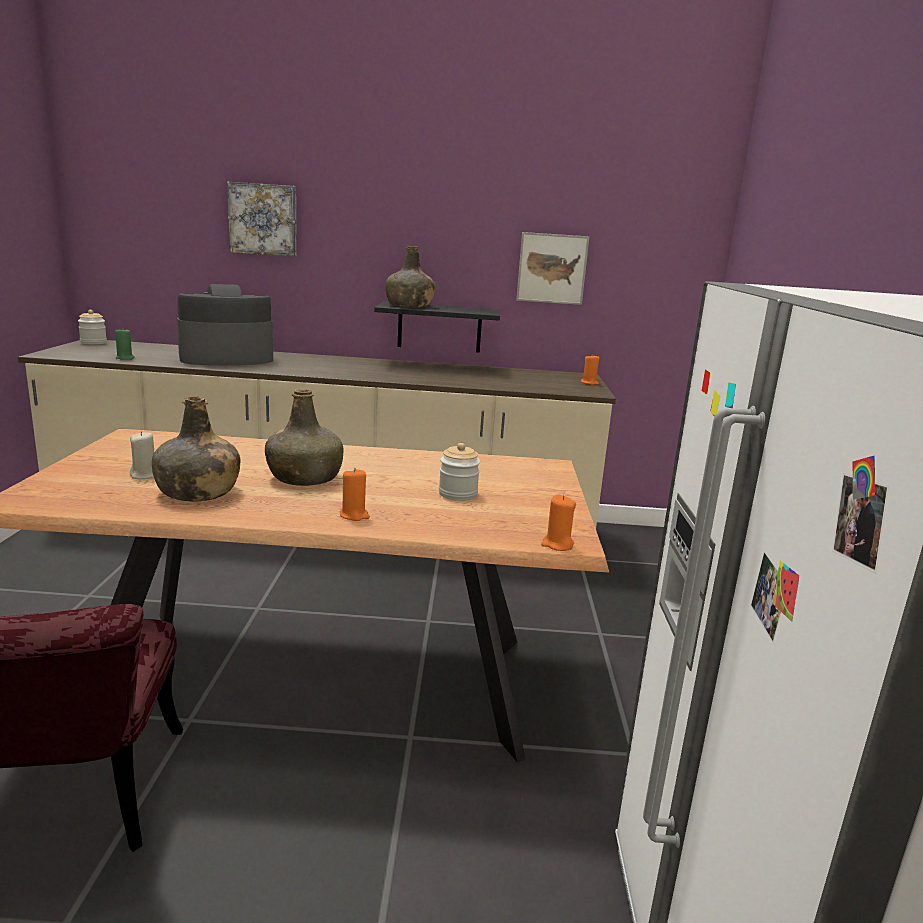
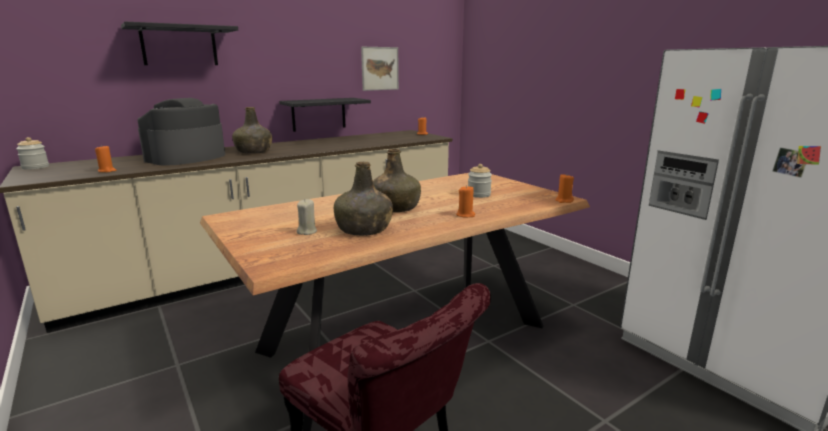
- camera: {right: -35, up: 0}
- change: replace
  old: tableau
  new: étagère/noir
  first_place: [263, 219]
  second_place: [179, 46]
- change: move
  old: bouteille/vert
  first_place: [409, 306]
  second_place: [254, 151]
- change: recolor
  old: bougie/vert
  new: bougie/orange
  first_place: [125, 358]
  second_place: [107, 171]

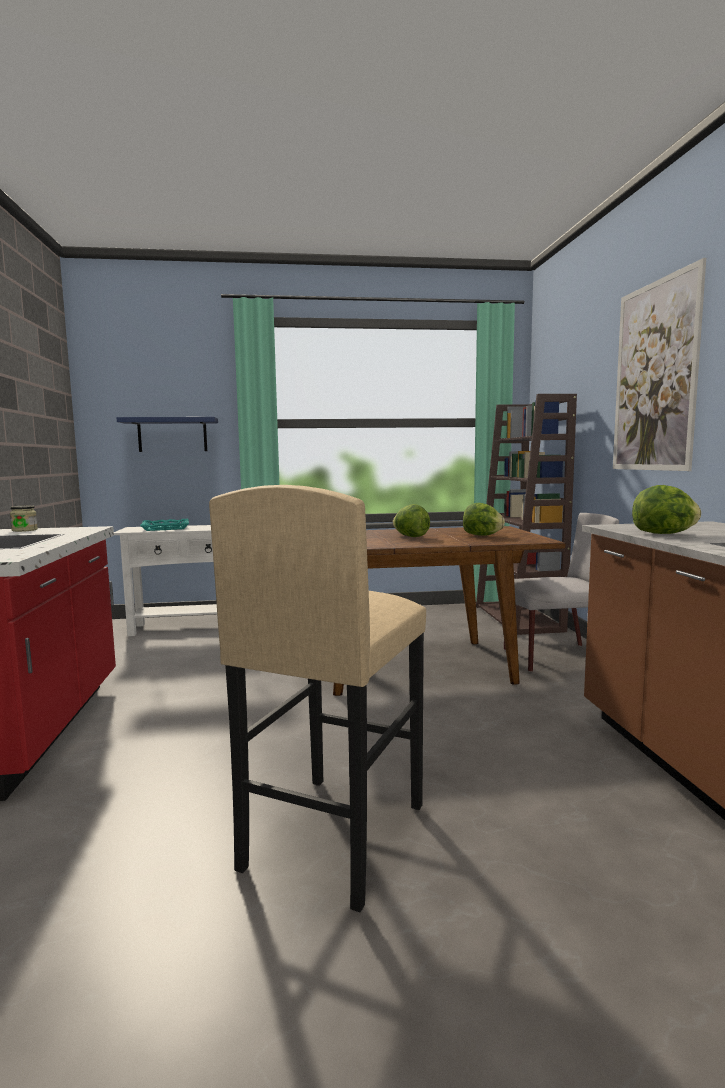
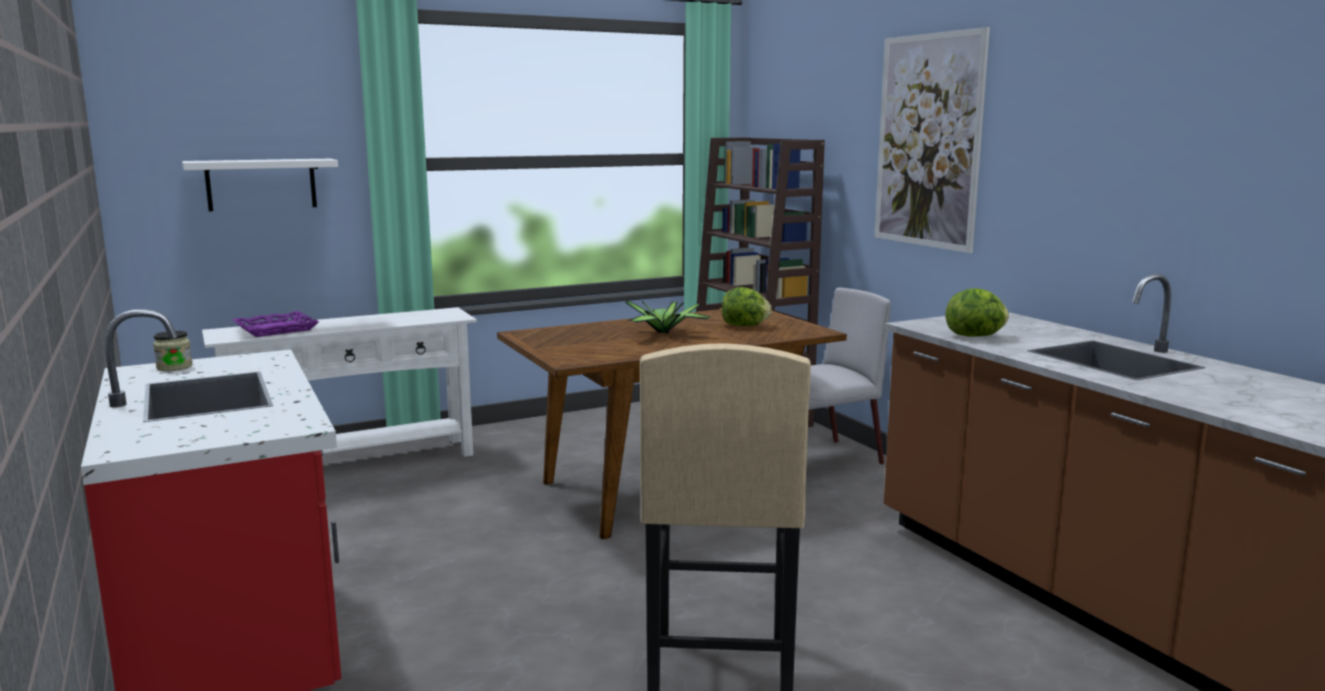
- camera: {right: -20, up: 5}
- change: recolor
  old: étagère/bleu
  new: étagère/blanc
  first_place: [172, 435]
  second_place: [261, 184]
- change: replace
  old: laitue
  new: plante en pot
  first_place: [411, 536]
  second_place: [665, 333]
- change: recolor
  old: plateau/turquoise
  new: plateau/violet
  first_place: [165, 528]
  second_place: [276, 329]

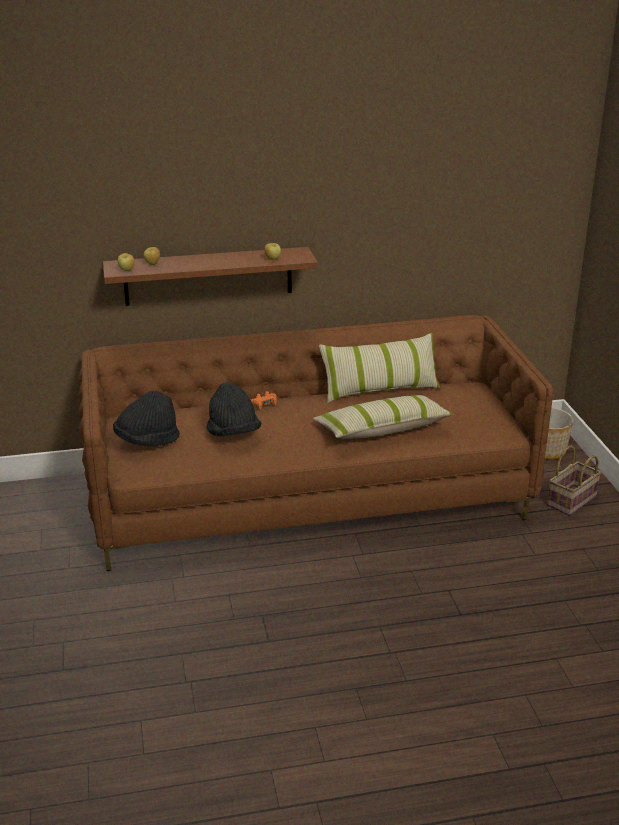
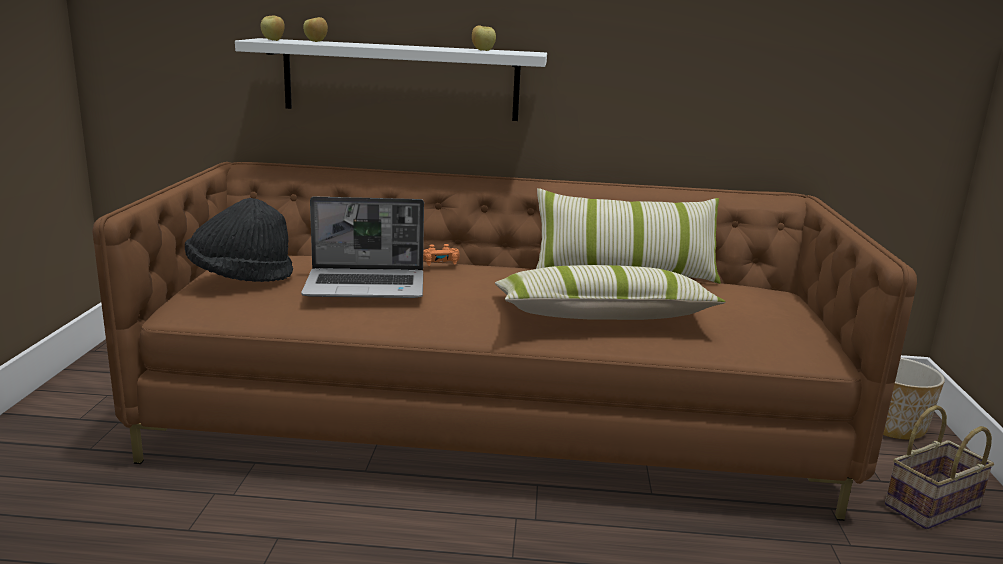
- camera: {right: 15, up: -10}
- change: recolor
  old: étagère/marron
  new: étagère/blanc
  first_place: [208, 276]
  second_place: [401, 80]
- change: replace
  old: chapeau/noir
  new: ordinateur portable
  first_place: [233, 433]
  second_place: [367, 286]

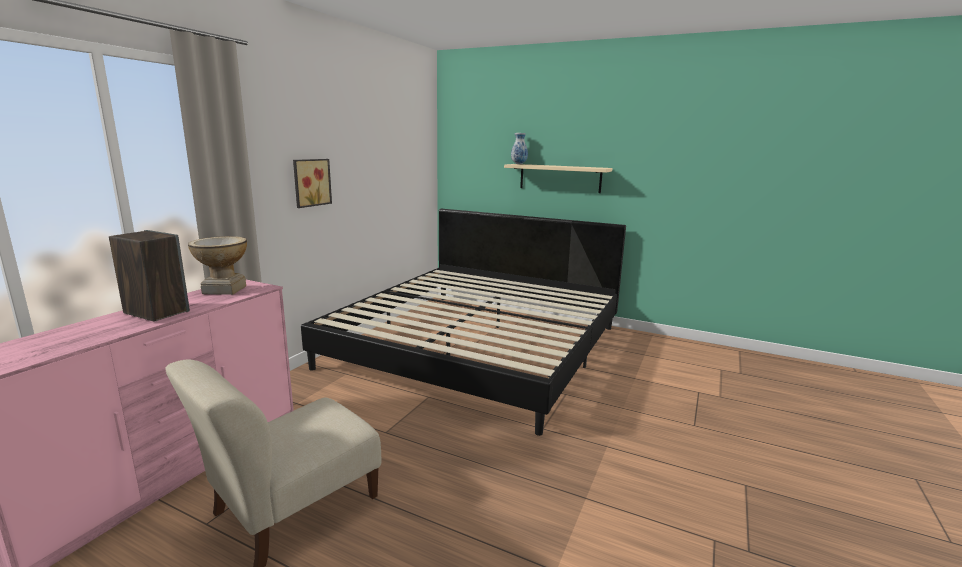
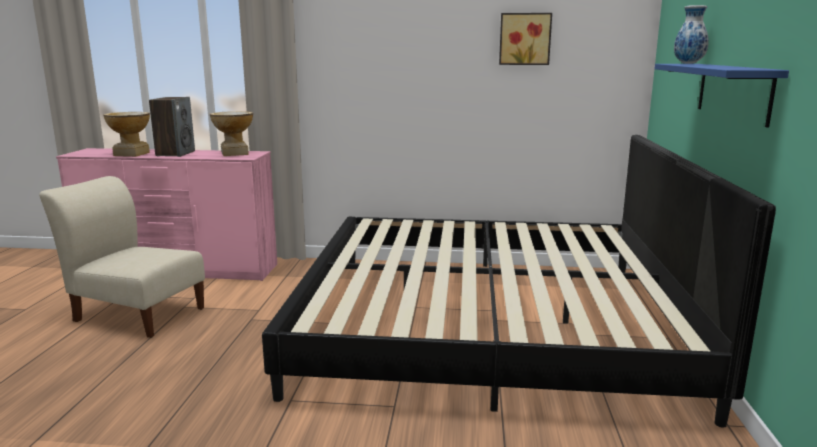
- camera: {right: 70, up: 0}
- change: move
  old: tableau
  first_place: [310, 182]
  second_place: [524, 39]
- change: recolor
  old: étagère/beige
  new: étagère/bleu
  first_place: [560, 178]
  second_place: [733, 91]
- change: insert
  new: vase
  second_place: [131, 154]

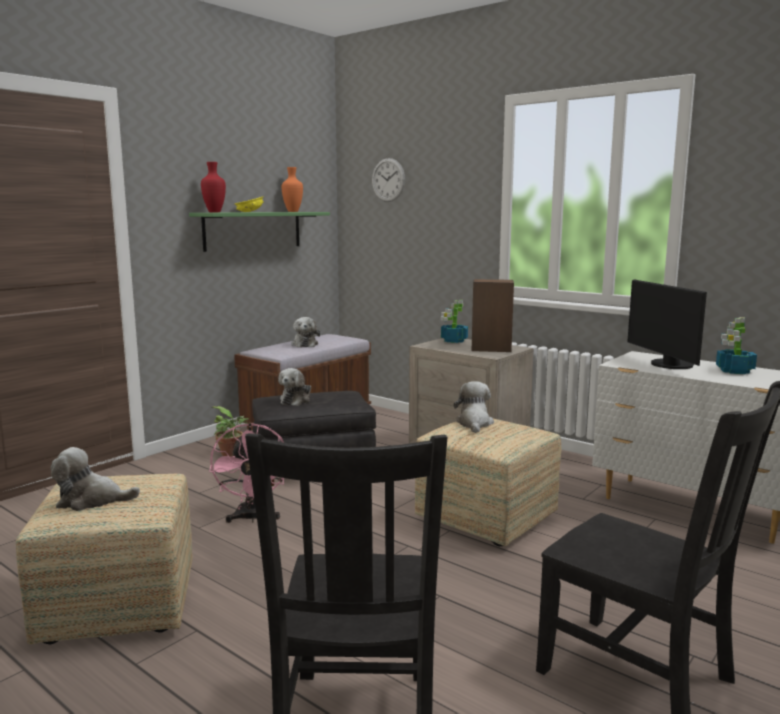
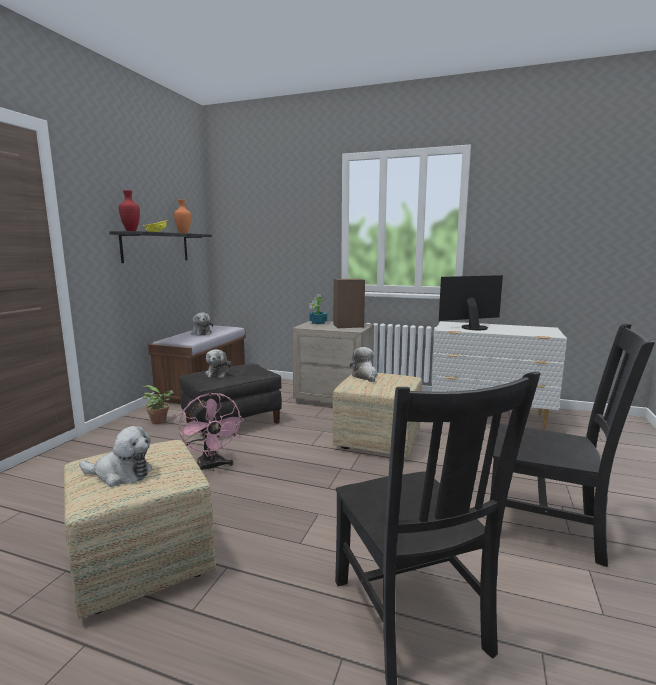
- camera: {right: -20, up: 0}
- change: delete
  old: horloge murale
  first_place: [388, 180]
- change: recolor
  old: étagère/vert
  new: étagère/noir
  first_place: [253, 230]
  second_place: [156, 247]
- change: rotate
  old: écran d'ordinateur
  first_place: [667, 365]
  second_place: [472, 327]
  degrees: 105
- change: delete
  old: plante en pot
  first_place: [734, 371]
- change: rotate
  old: peluche
  first_place: [91, 500]
  second_place: [120, 474]
  degrees: -150

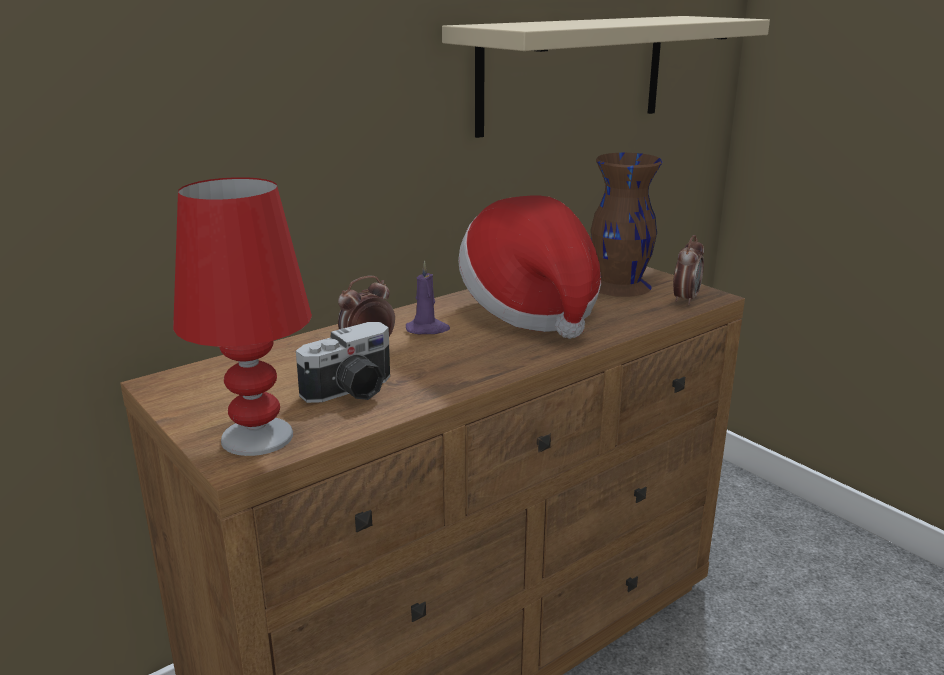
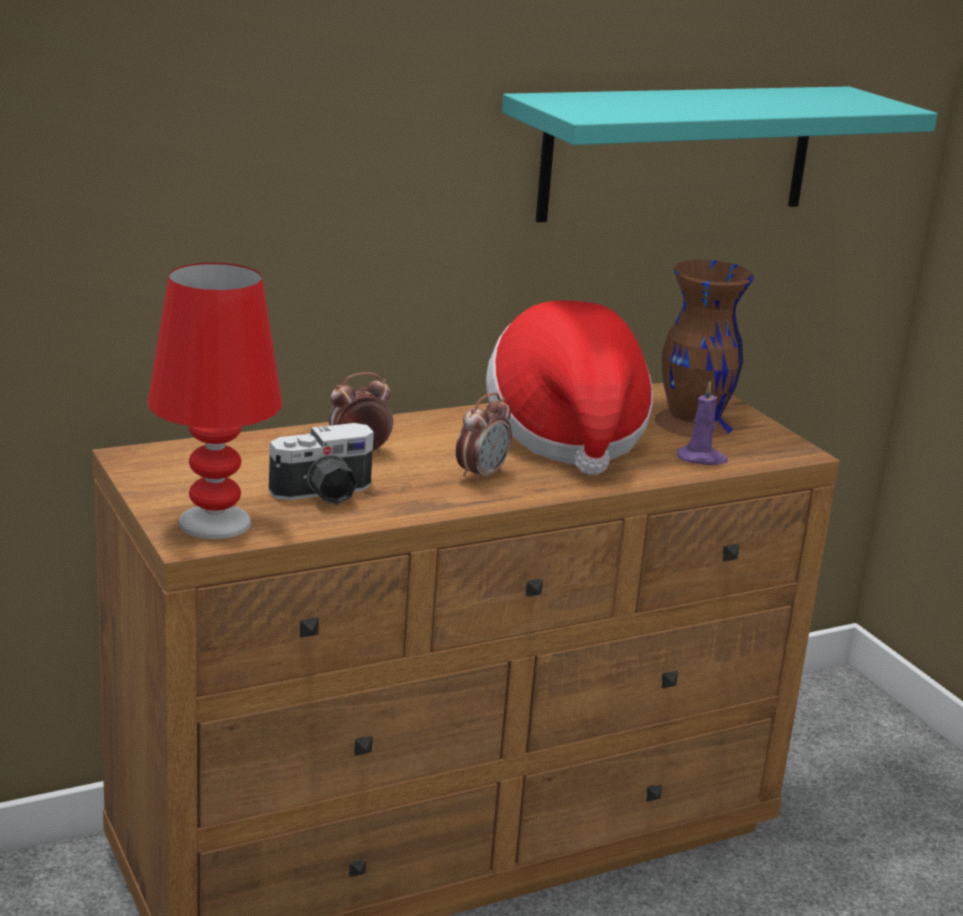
- camera: {right: 10, up: 0}
- change: recolor
  old: étagère/beige
  new: étagère/turquoise
  first_place: [573, 73]
  second_place: [678, 152]
- change: move
  old: réveil
  first_place: [685, 299]
  second_place: [481, 475]
- change: move
  old: bougie/violet
  first_place: [428, 329]
  second_place: [701, 458]

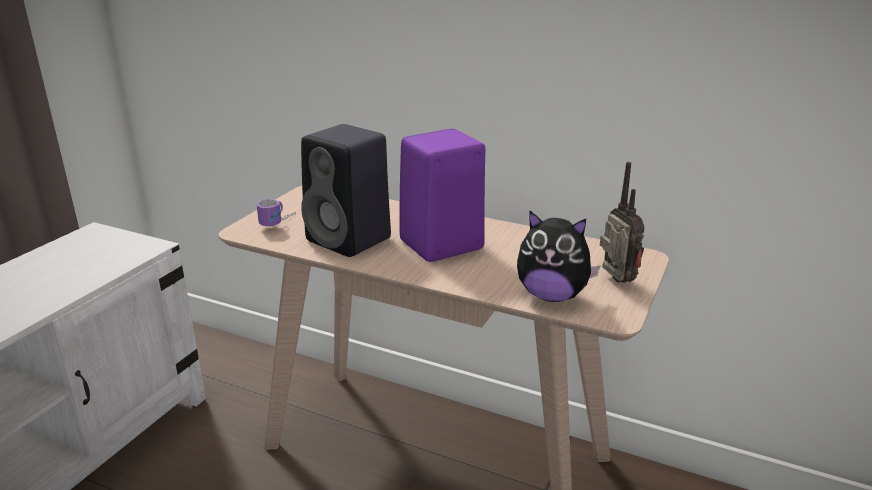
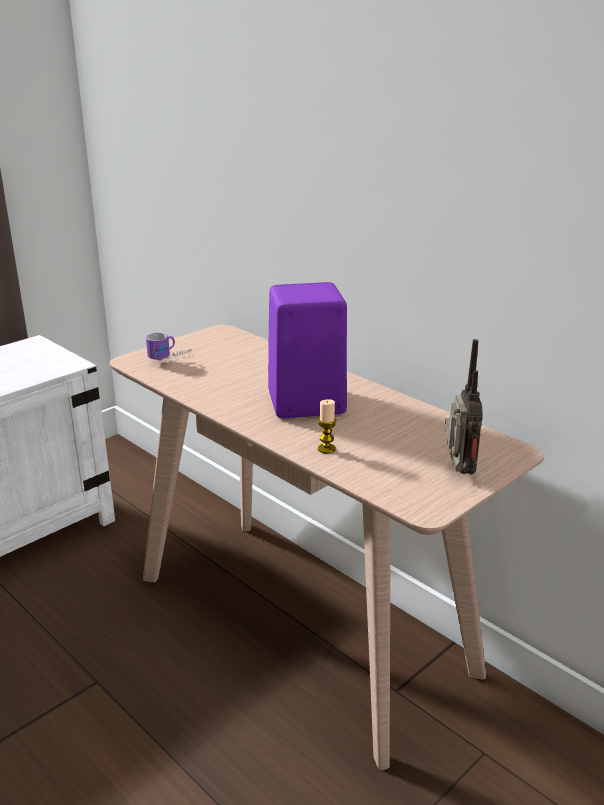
- camera: {right: 20, up: 0}
- change: delete
  old: enceinte/noir
  first_place: [351, 240]
- change: delete
  old: peluche
  first_place: [552, 295]
- change: insert
  new: bougie
  second_place: [326, 449]

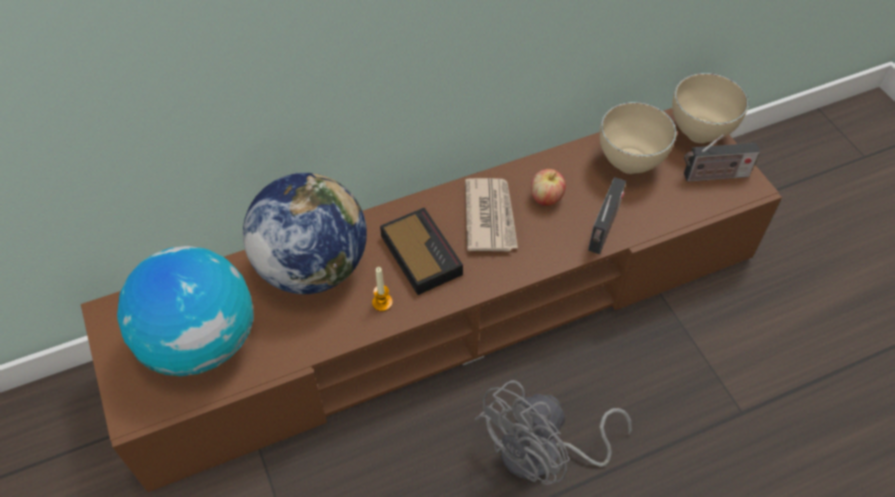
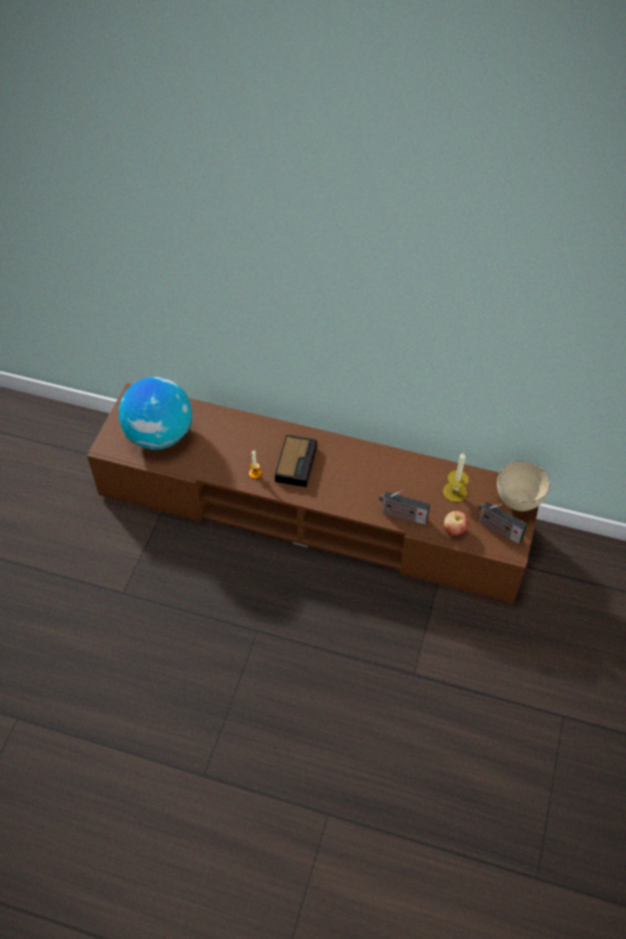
- camera: {right: 40, up: 0}
- change: replace
  old: bol/beige
  new: bougie
  first_place: [628, 166]
  second_place: [455, 492]
- change: move
  old: pomme
  first_place: [546, 198]
  second_place: [454, 530]
- change: delete
  old: globe
  first_place: [312, 267]
- change: rotate
  old: radio
  first_place: [603, 230]
  second_place: [402, 515]
  degrees: 45
- change: delete
  old: journal
  first_place: [490, 216]
- change: delete
  old: ventilateur/gris
  first_place: [542, 455]

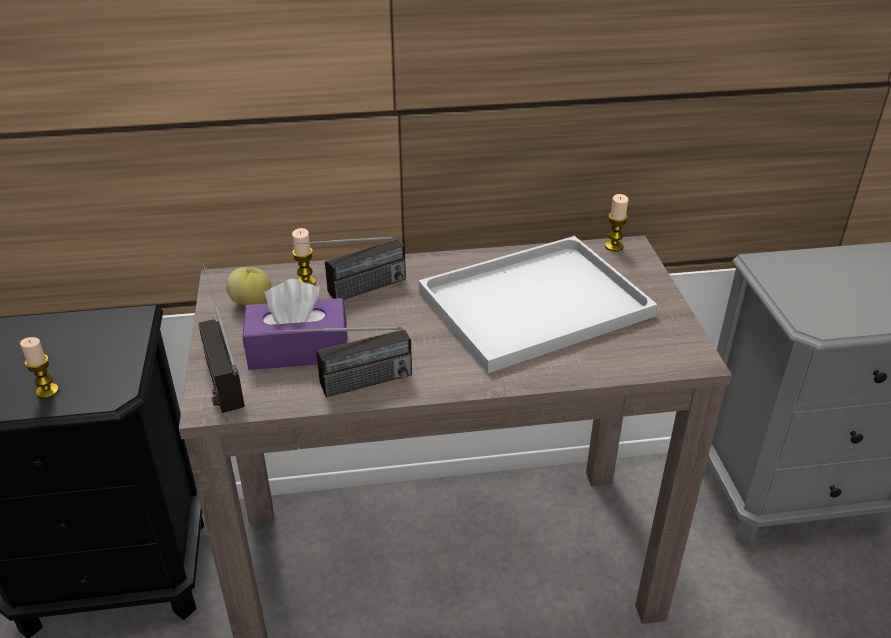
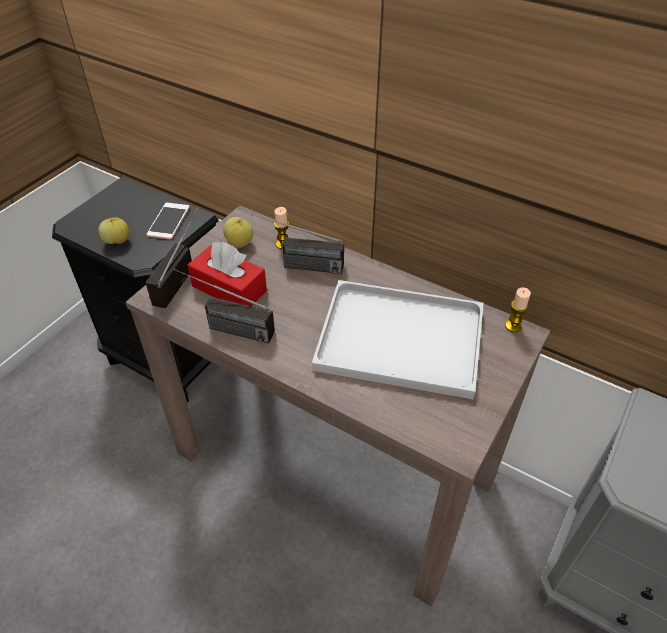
- camera: {right: 40, up: 10}
- change: recolor
  old: boîte à mouchoirs/violet
  new: boîte à mouchoirs/rouge
  first_place: [298, 350]
  second_place: [229, 288]
- change: replace
  old: bougie
  new: pomme
  first_place: [47, 391]
  second_place: [117, 241]
- change: insert
  new: téléphone
  second_place: [168, 221]

